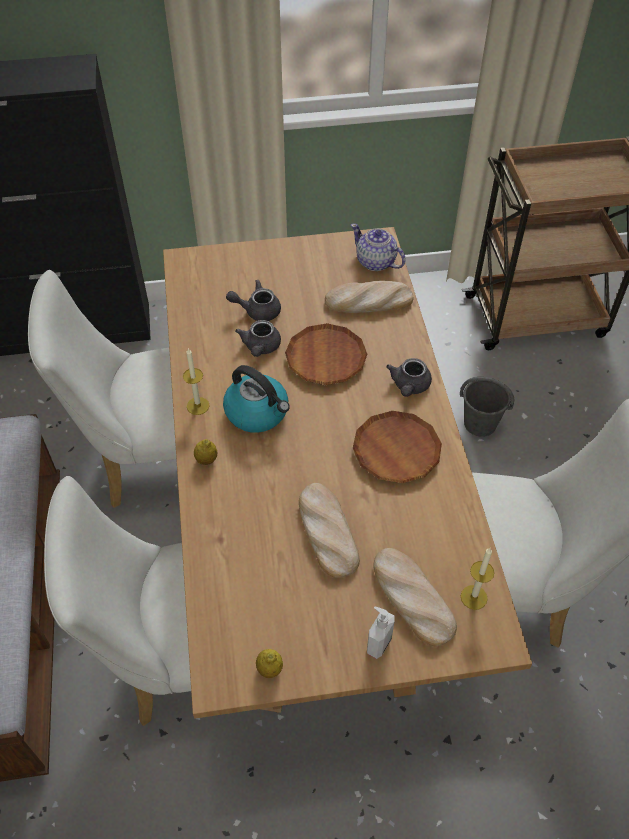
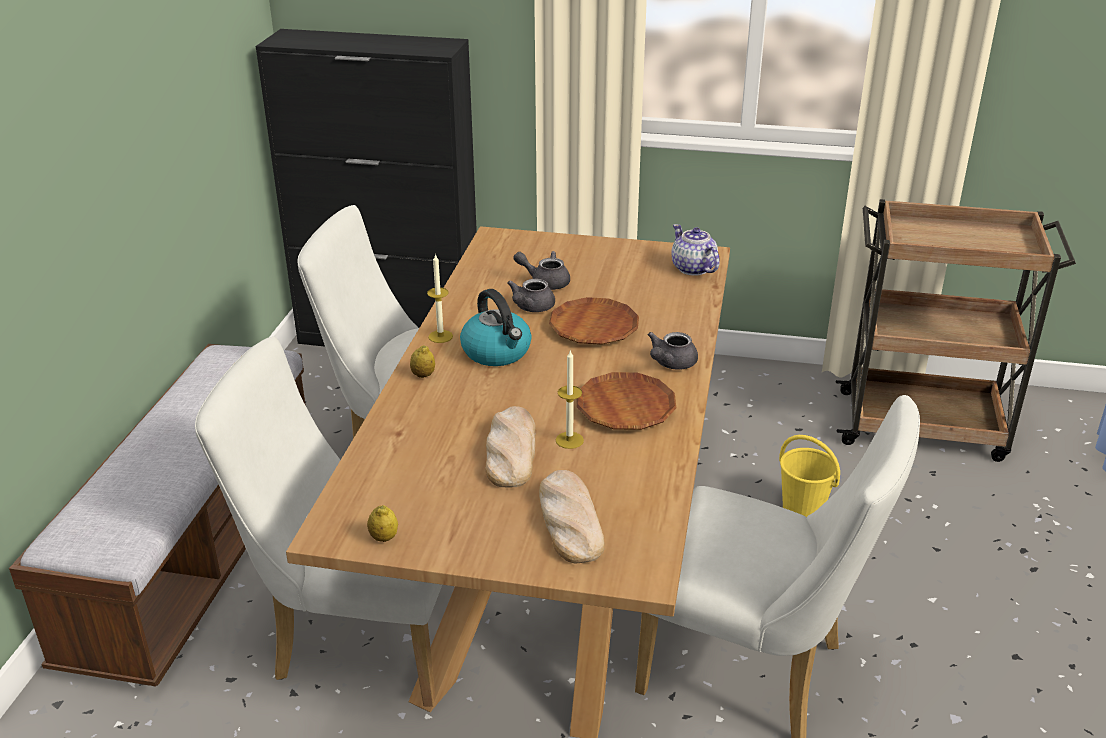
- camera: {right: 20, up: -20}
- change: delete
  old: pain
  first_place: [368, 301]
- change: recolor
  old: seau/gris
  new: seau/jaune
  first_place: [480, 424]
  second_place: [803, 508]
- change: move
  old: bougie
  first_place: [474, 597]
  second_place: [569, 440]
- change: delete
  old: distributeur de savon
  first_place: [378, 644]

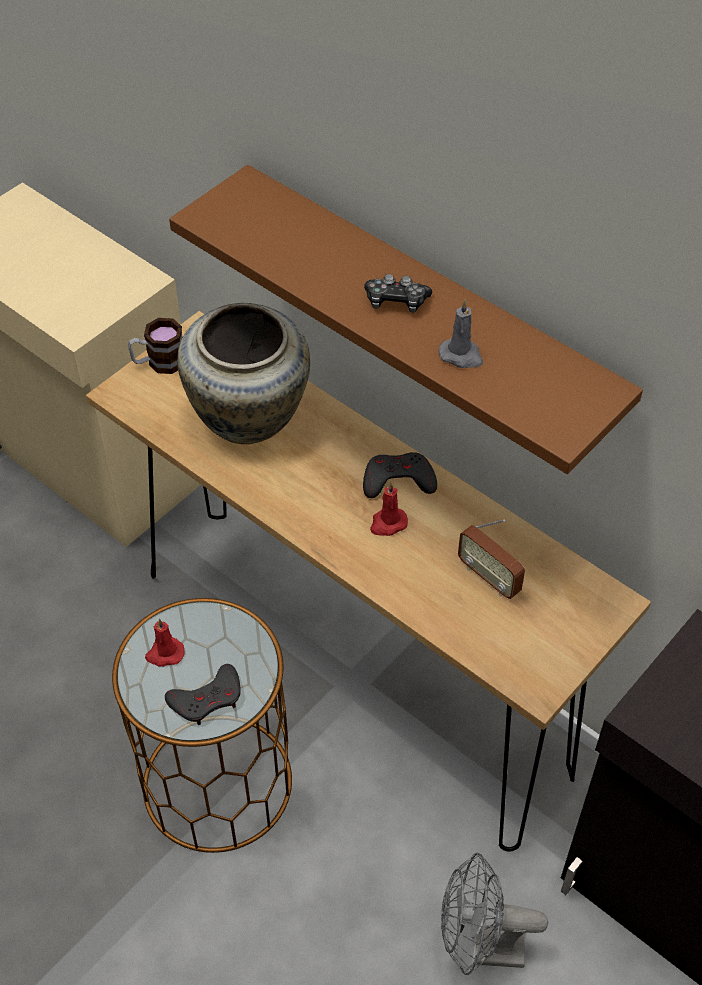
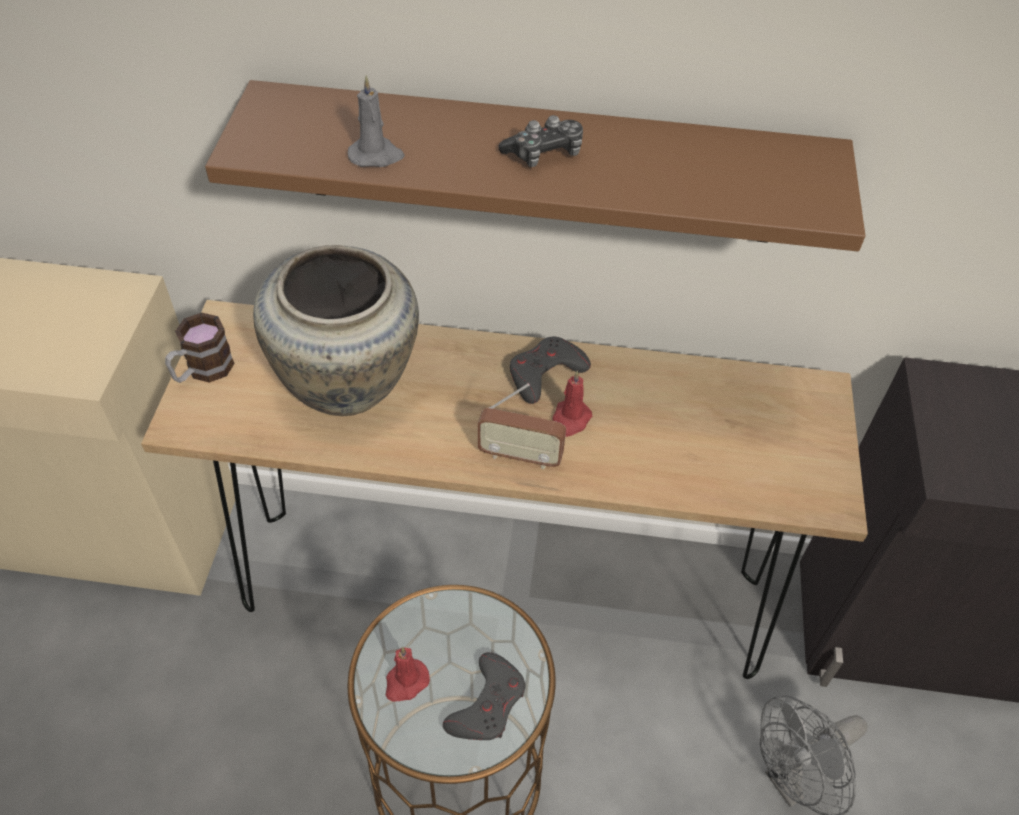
- camera: {right: -35, up: 0}
- change: move
  old: bougie/gris
  first_place: [461, 355]
  second_place: [376, 155]
- change: move
  old: radio
  first_place: [489, 577]
  second_place: [520, 456]

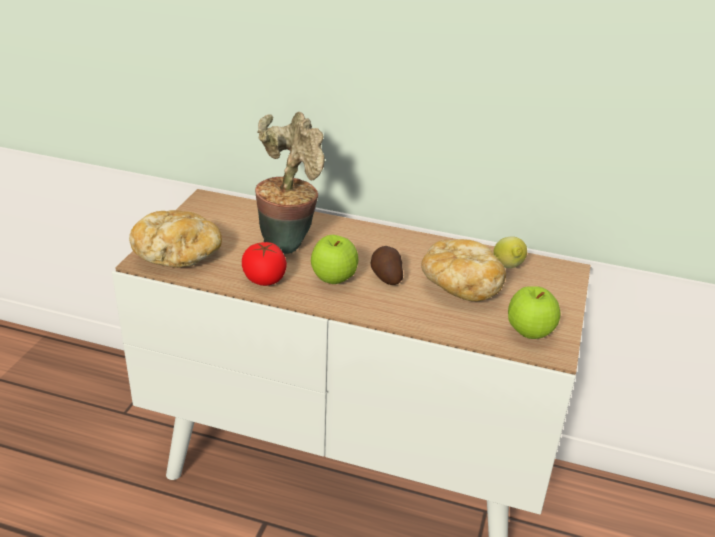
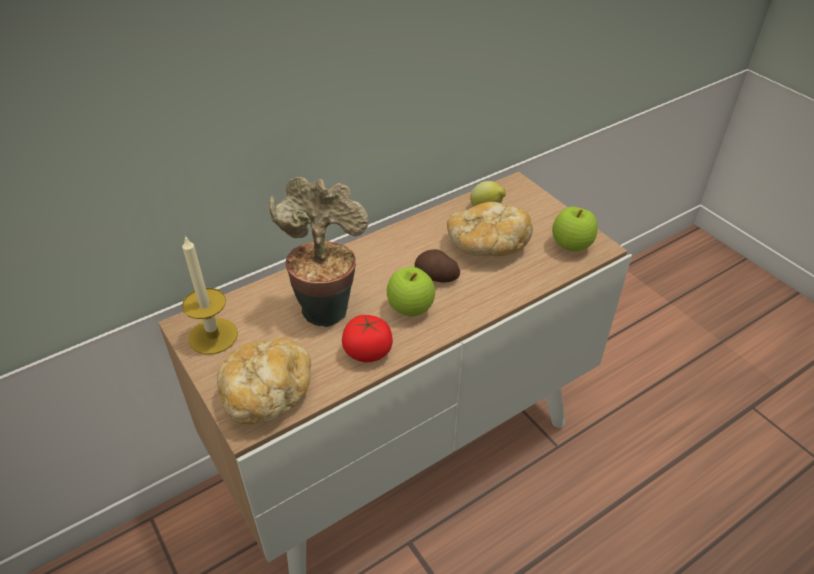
- camera: {right: -50, up: 10}
- change: insert
  new: bougie
  second_place: [213, 336]

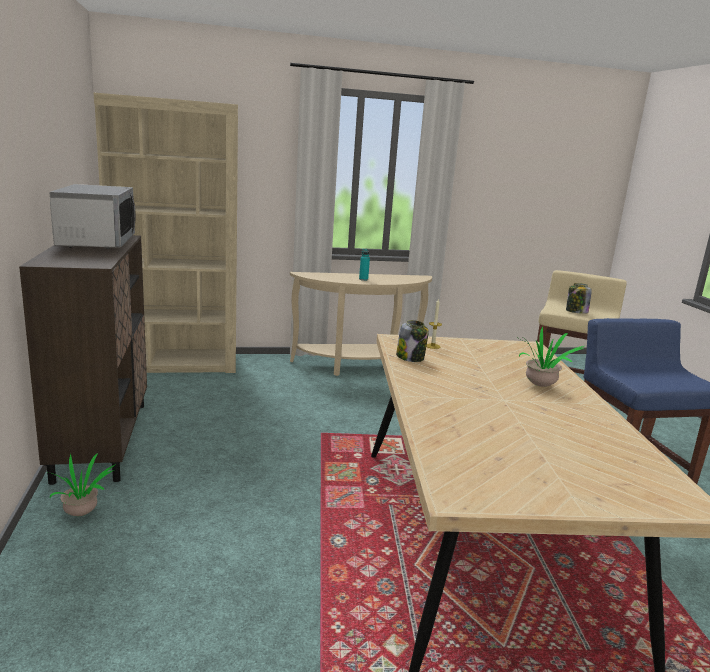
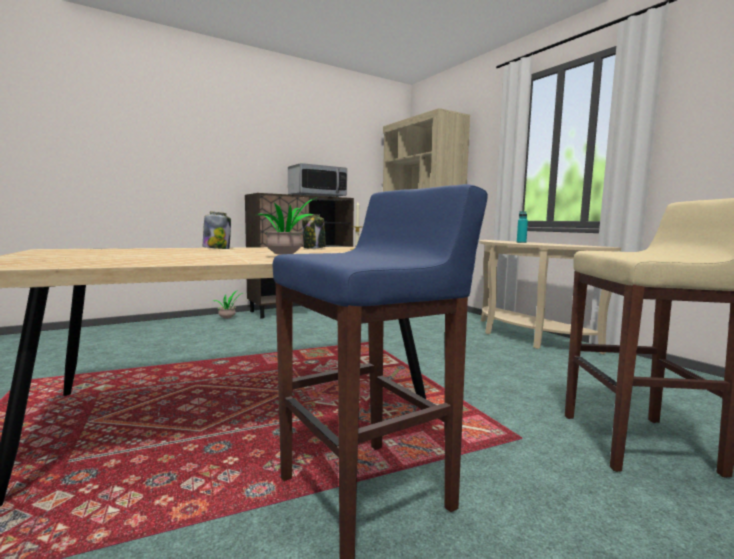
- camera: {right: 70, up: -10}
- change: move
  old: bocal
  first_place: [576, 312]
  second_place: [217, 248]

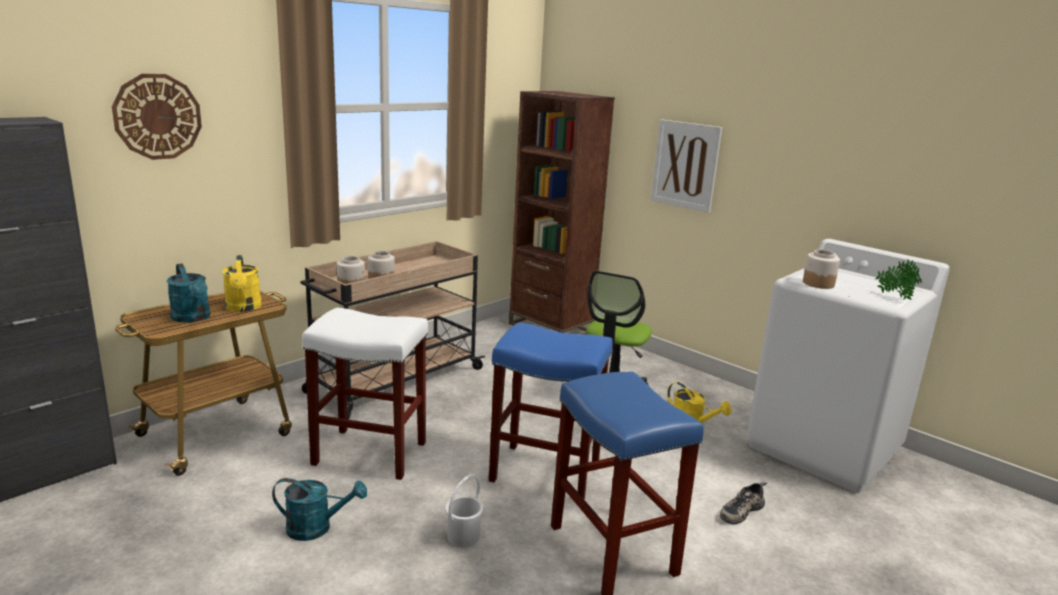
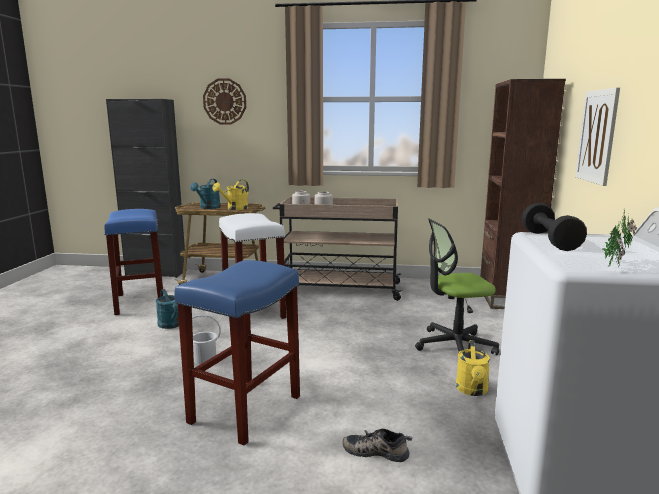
- camera: {right: 55, up: -5}
- change: replace
  old: bocal
  new: haltère/noir
  first_place: [818, 283]
  second_place: [549, 240]
- change: move
  old: tabouret/bleu
  first_place: [546, 472]
  second_place: [140, 302]

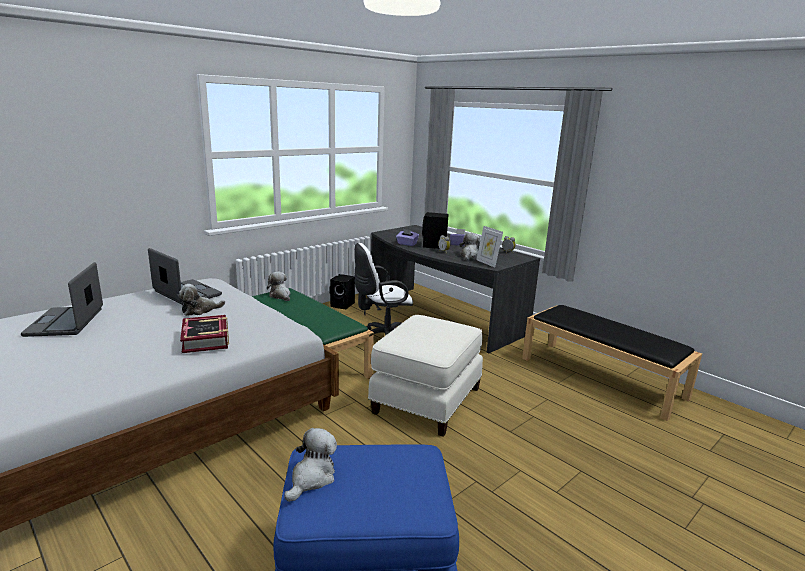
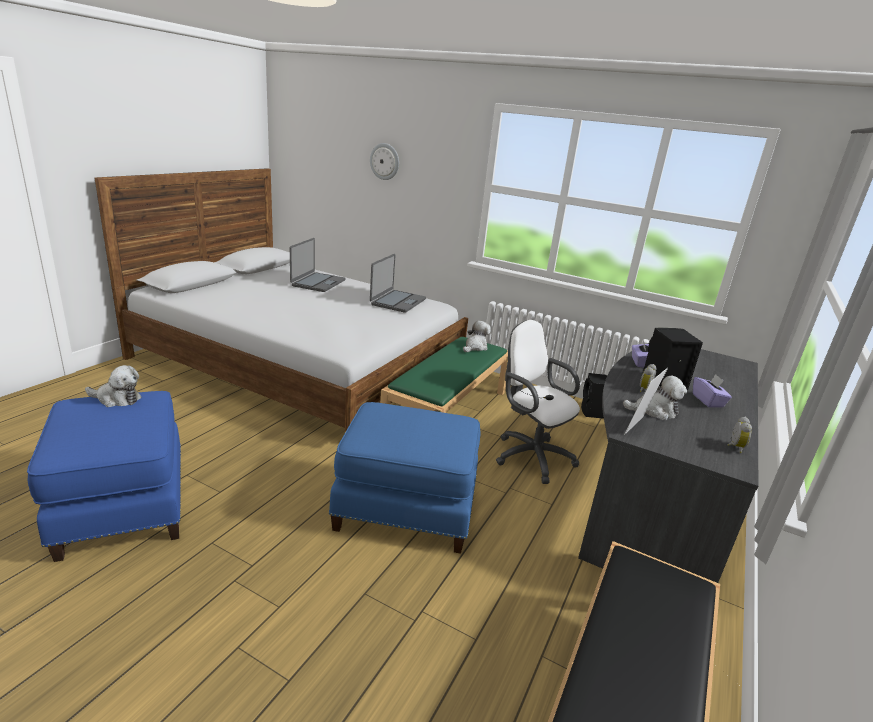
- camera: {right: 70, up: 5}
- change: rotate
  old: ordinateur portable
  first_place: [66, 322]
  second_place: [318, 283]
  degrees: 135
- change: delete
  old: peluche
  first_place: [199, 310]
- change: delete
  old: livre
  first_place: [206, 339]
- change: recolor
  old: pouf/blanc
  new: pouf/bleu
  first_place: [425, 399]
  second_place: [406, 507]
- change: insert
  new: horloge murale
  second_place: [385, 161]

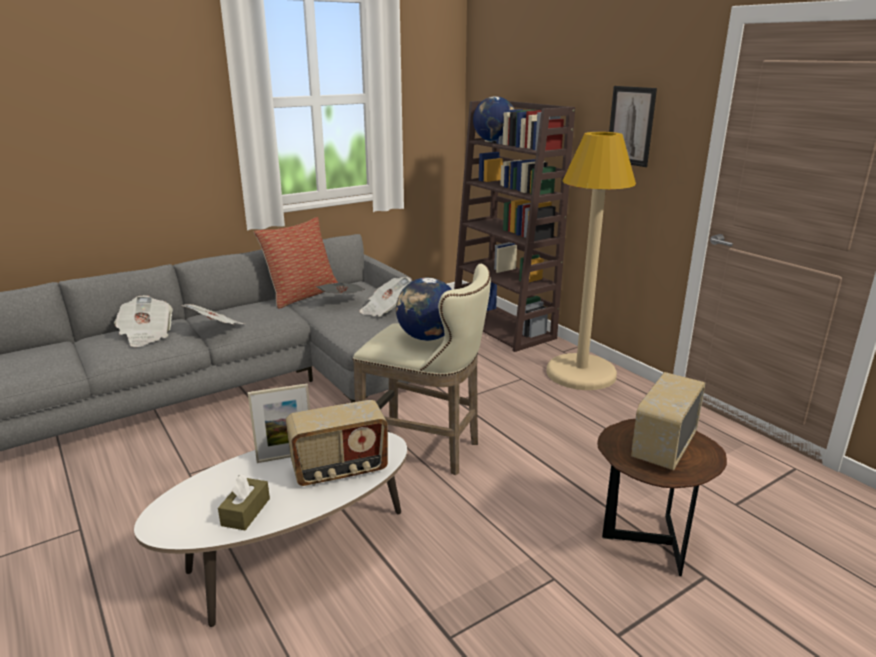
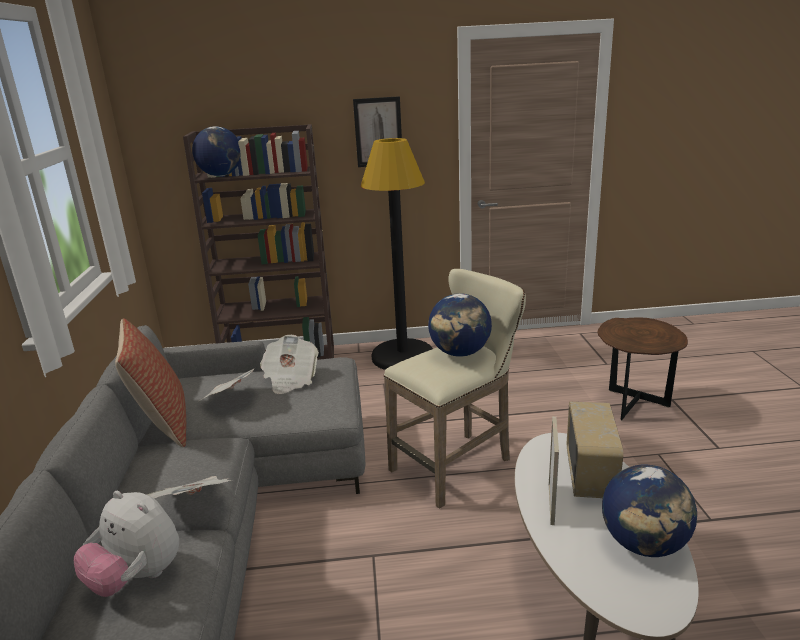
- camera: {right: -60, up: 0}
- change: recolor
  old: lampadaire/beige
  new: lampadaire/noir
  first_place: [581, 373]
  second_place: [403, 356]
- change: replace
  old: journal
  new: peluche
  first_place: [146, 335]
  second_place: [137, 578]
- change: delete
  old: radio
  first_place: [662, 447]
- change: replace
  old: boîte à mouchoirs/marron
  new: globe
  first_place: [246, 512]
  second_place: [644, 544]

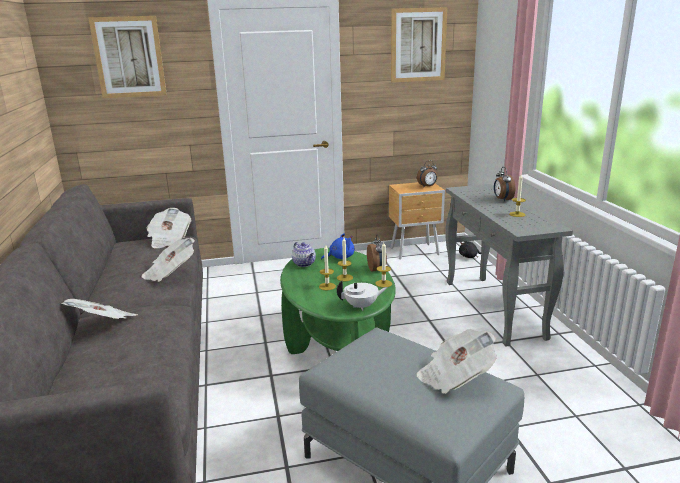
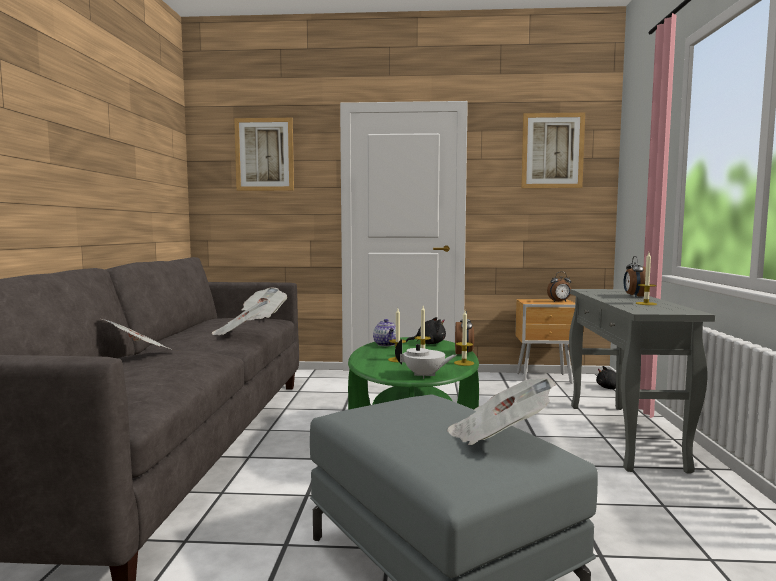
- camera: {right: 15, up: -15}
- change: recolor
  old: peluche/bleu
  new: peluche/noir
  first_place: [340, 257]
  second_place: [429, 343]

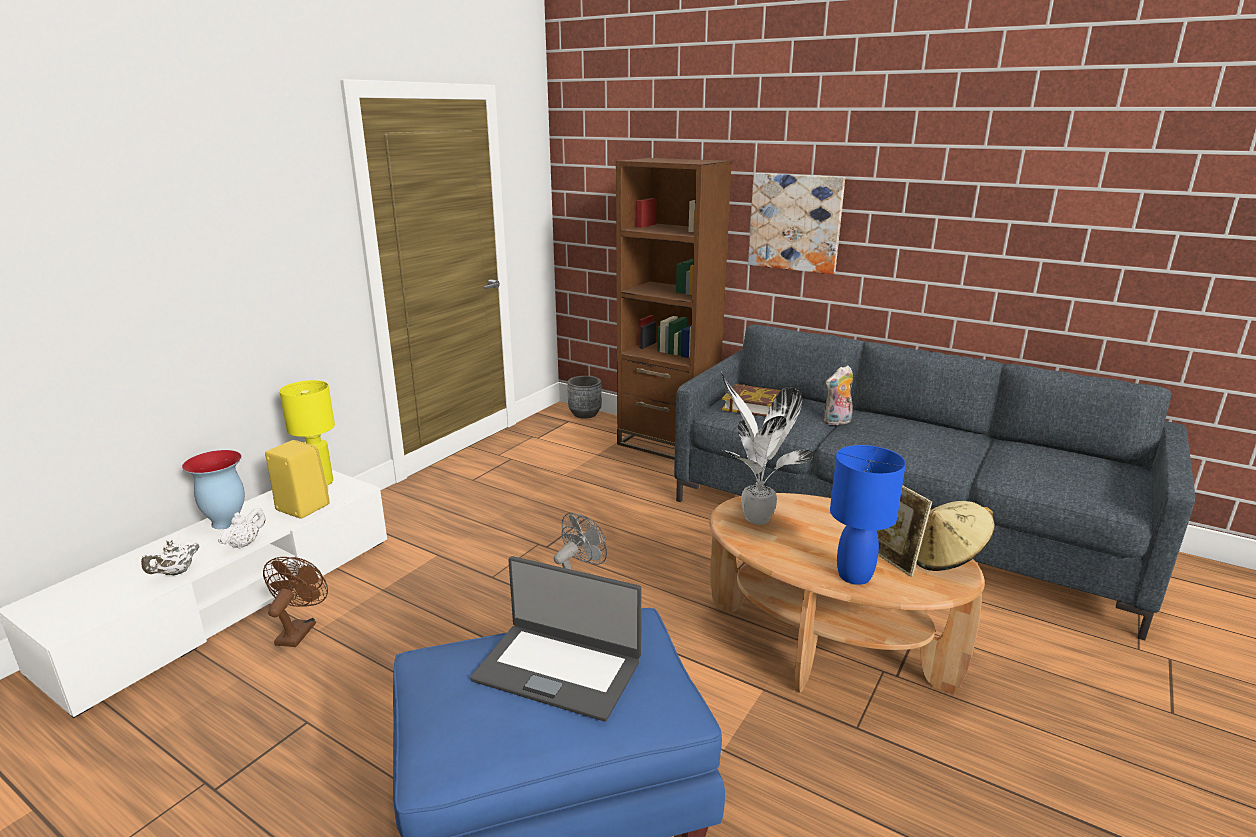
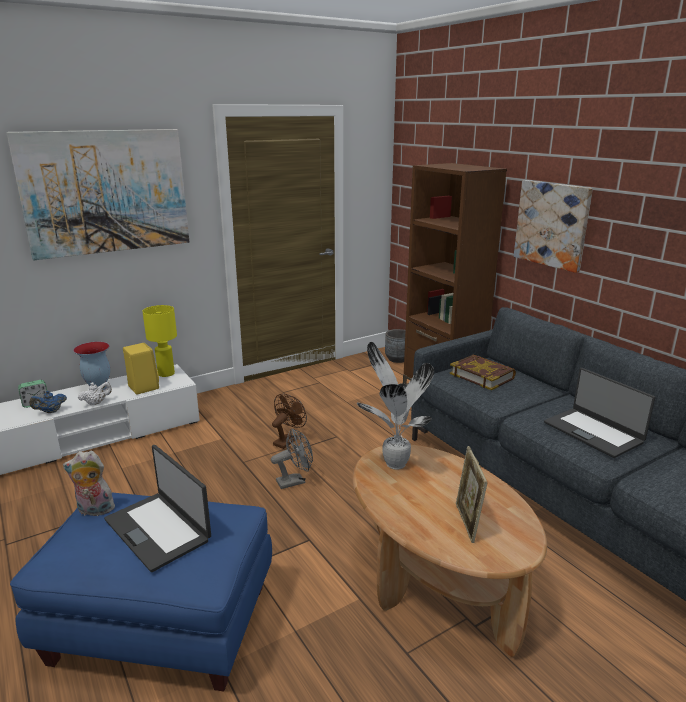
- camera: {right: 25, up: 0}
- change: move
  old: peluche
  first_place: [837, 422]
  second_place: [94, 511]
- change: delete
  old: lampe de table/bleu
  first_place: [854, 576]
- change: delete
  old: chapeau/beige
  first_place: [945, 558]
- change: recolor
  old: théière/blanc
  new: théière/bleu
  first_place: [176, 572]
  second_place: [50, 411]
- change: move
  old: ventilateur/marron
  first_place: [299, 630]
  second_place: [287, 440]
- change: insert
  new: tableau
  second_place: [106, 192]
- change: insert
  new: ordinateur portable
  second_place: [593, 432]
- change: insert
  new: réveil
  second_place: [36, 403]

